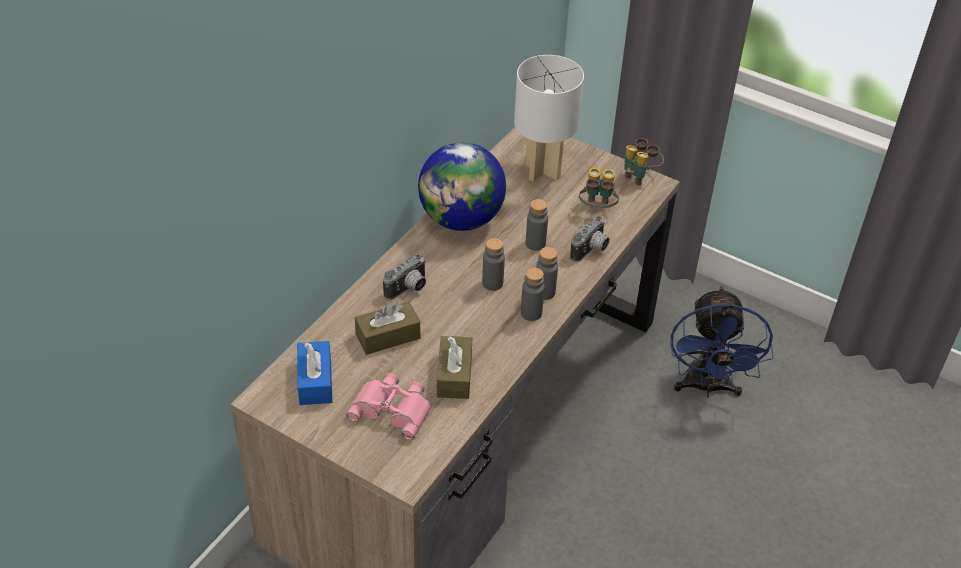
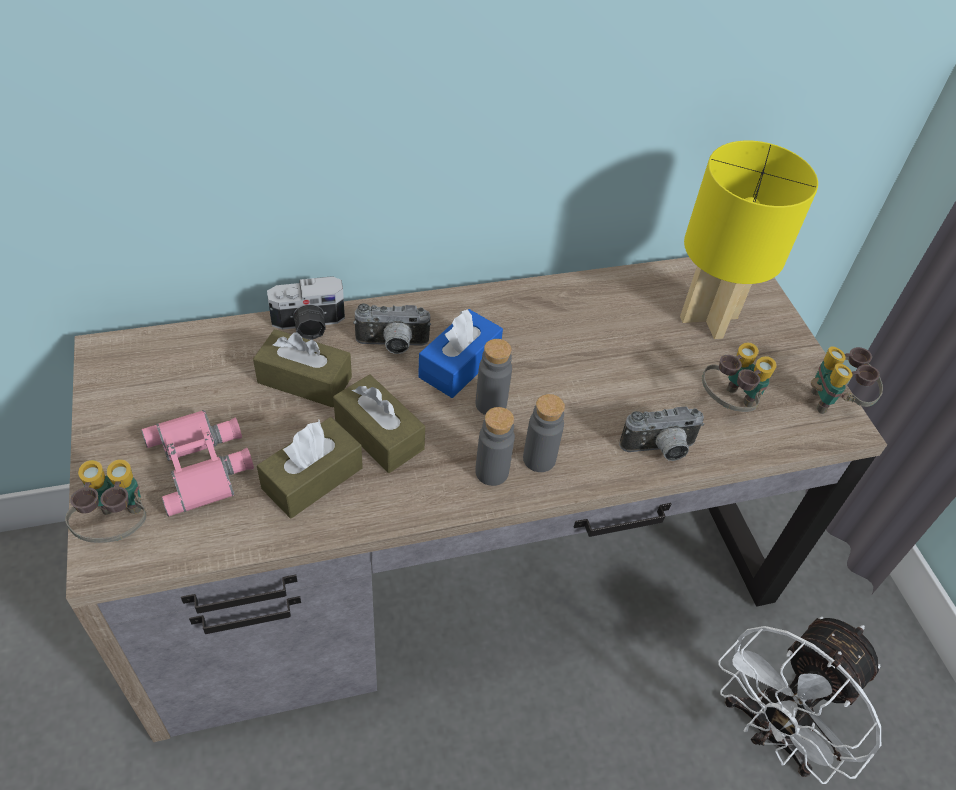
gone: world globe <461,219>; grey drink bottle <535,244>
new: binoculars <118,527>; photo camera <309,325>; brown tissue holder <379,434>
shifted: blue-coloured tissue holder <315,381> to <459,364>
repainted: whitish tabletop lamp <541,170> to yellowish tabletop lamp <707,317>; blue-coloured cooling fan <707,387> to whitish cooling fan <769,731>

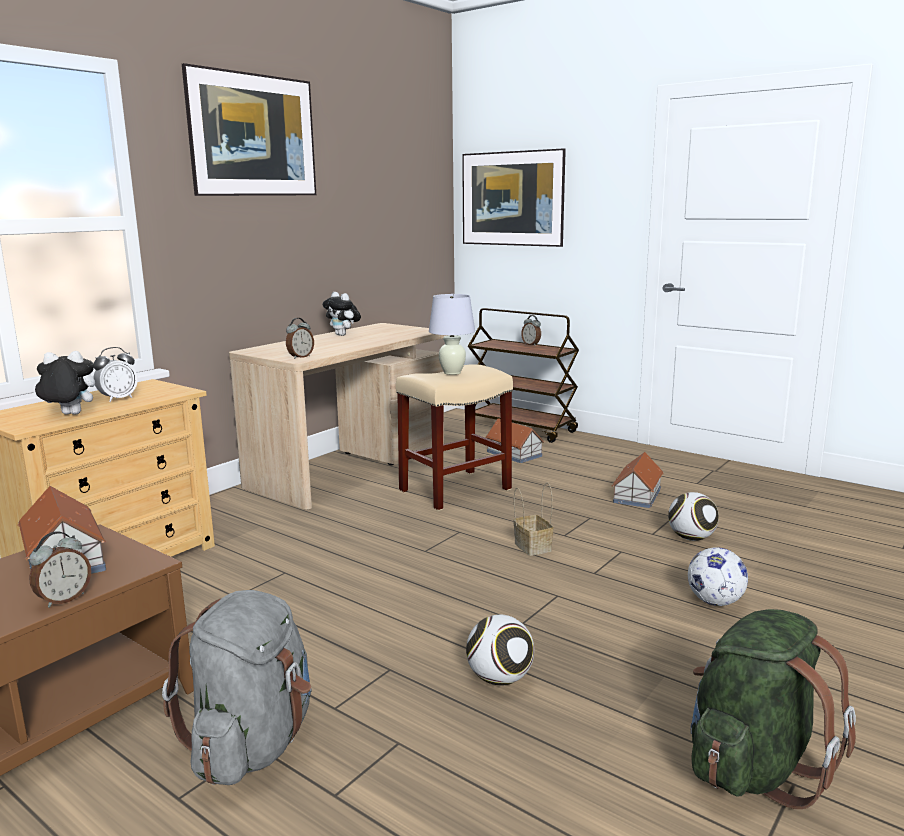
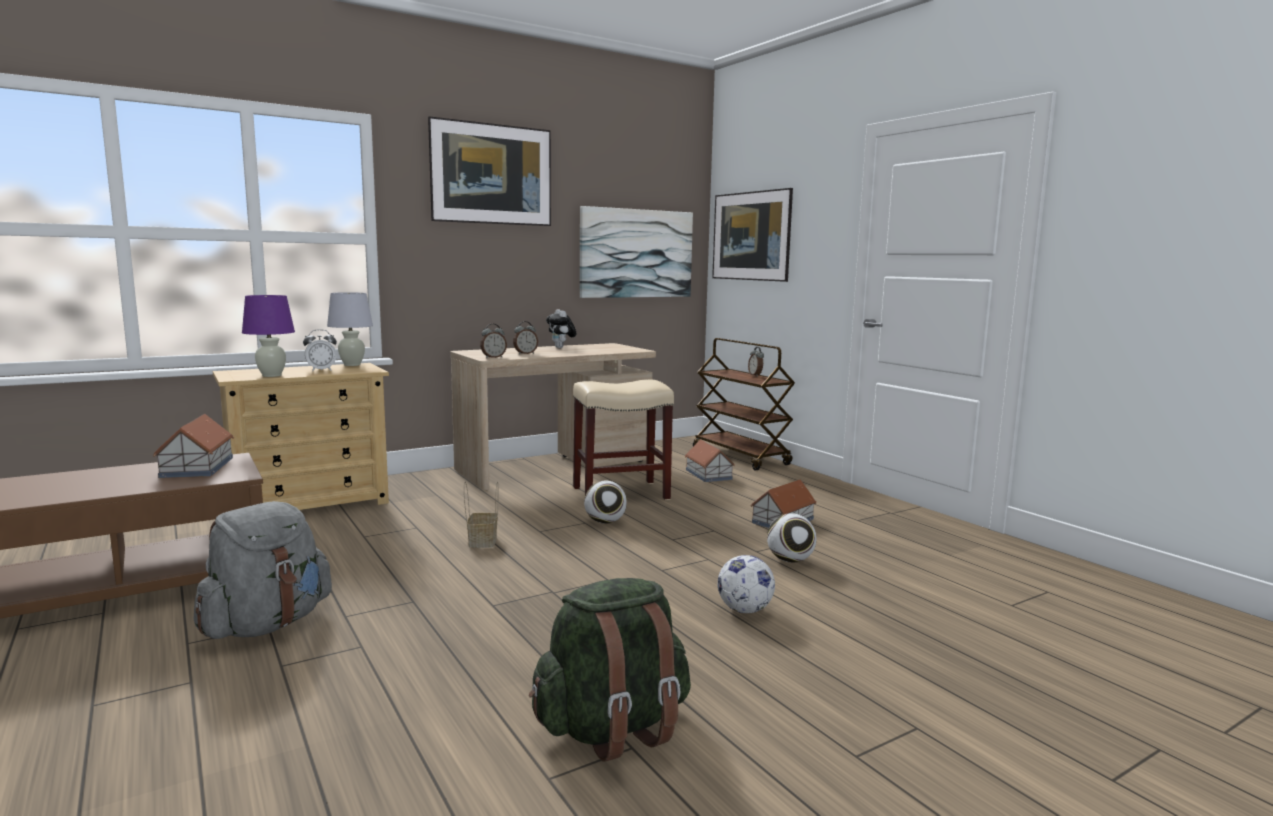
new: wall picture <636,253>
shifted: alarm clock <64,599> to <525,353>; whitish tabletop lamp <452,373> to <352,365>; football <500,679> to <605,522>; household basket <531,546> to <482,541>
swapped: cuddly toy <69,415> to purplish tabletop lamp <272,375>

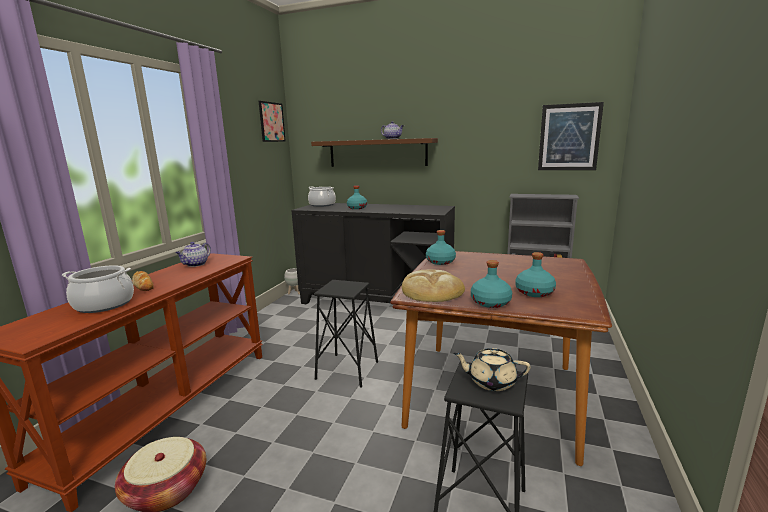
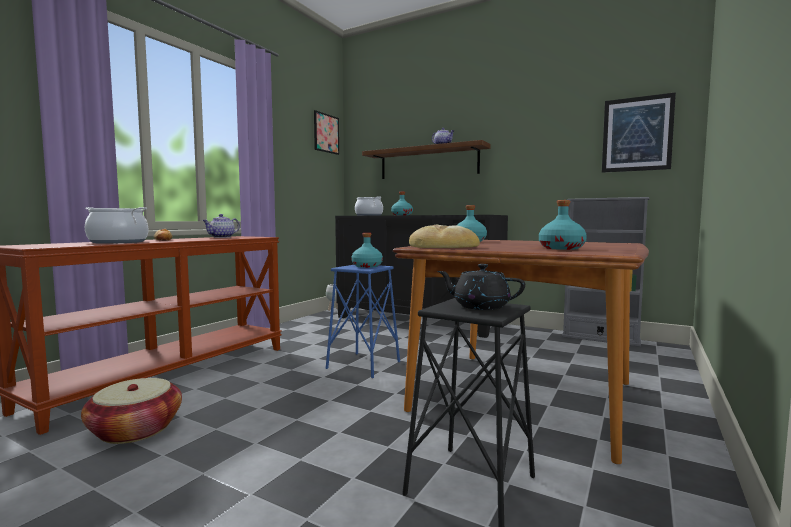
shifted: blue-green drink bottle <490,302> to <366,266>
repainted: black sitting stool <347,370> to blue-coloured sitting stool <363,365>; beige teapot <491,381> to black teapot <480,306>

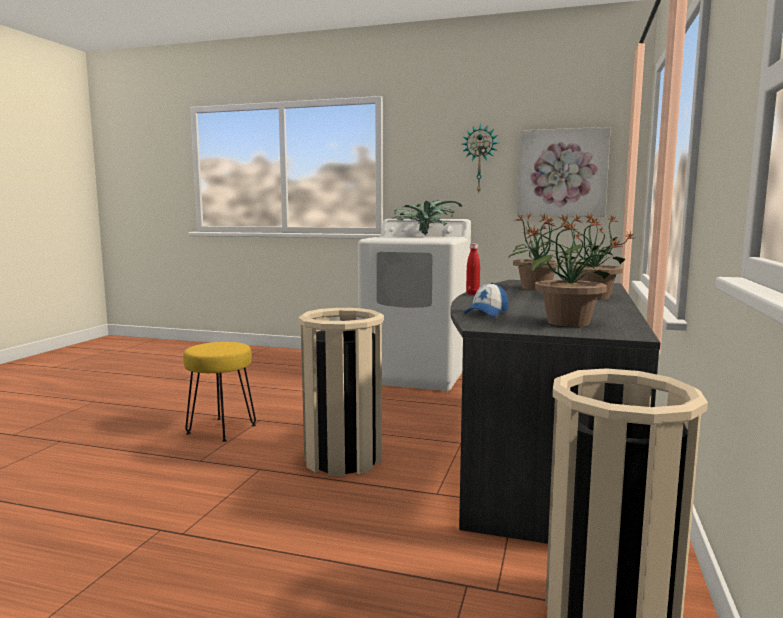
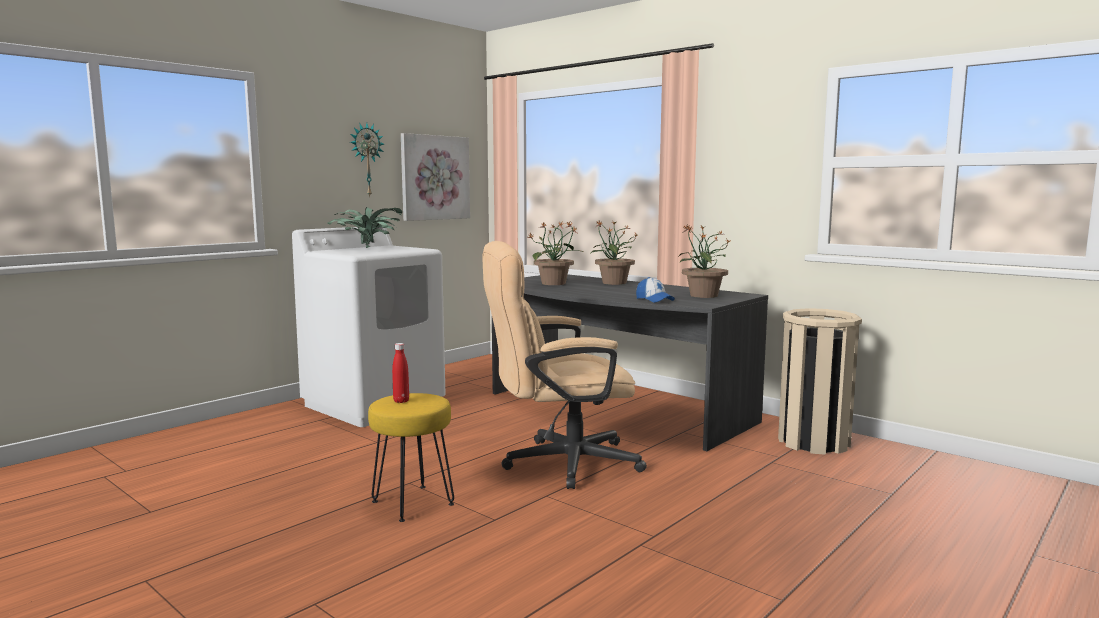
shifted: reddish drink bottle <472,293> to <401,401>
swapped: beige trash can <343,459> to beige computer chair <558,463>

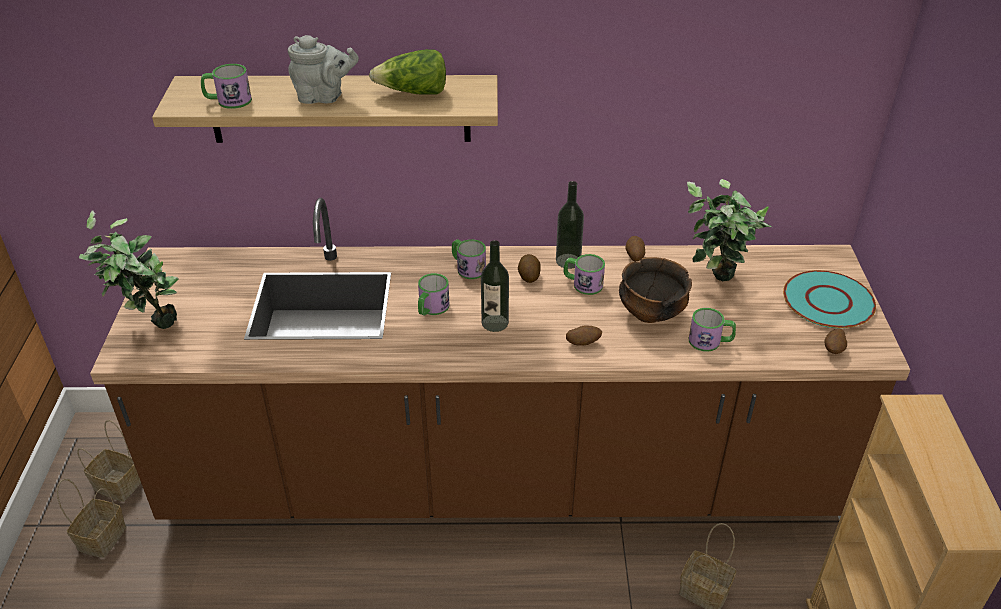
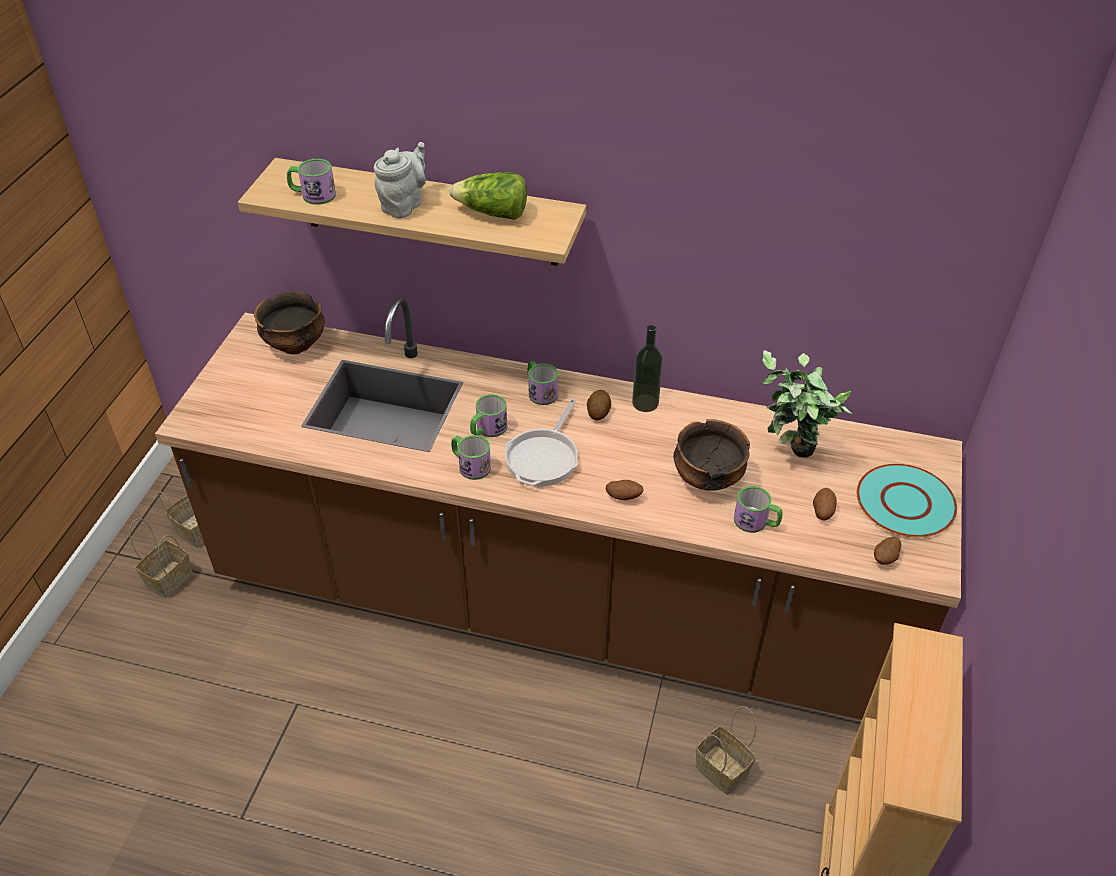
gone: houseplant <150,327>
new: bowl <295,344>
shifted: mug <582,284> to <470,465>; spud <634,256> to <822,511>
swapped: drink bottle <495,323> to pan <544,457>
rotated: grey teapot <324,97> = <404,205> 75 degrees counterclockwise

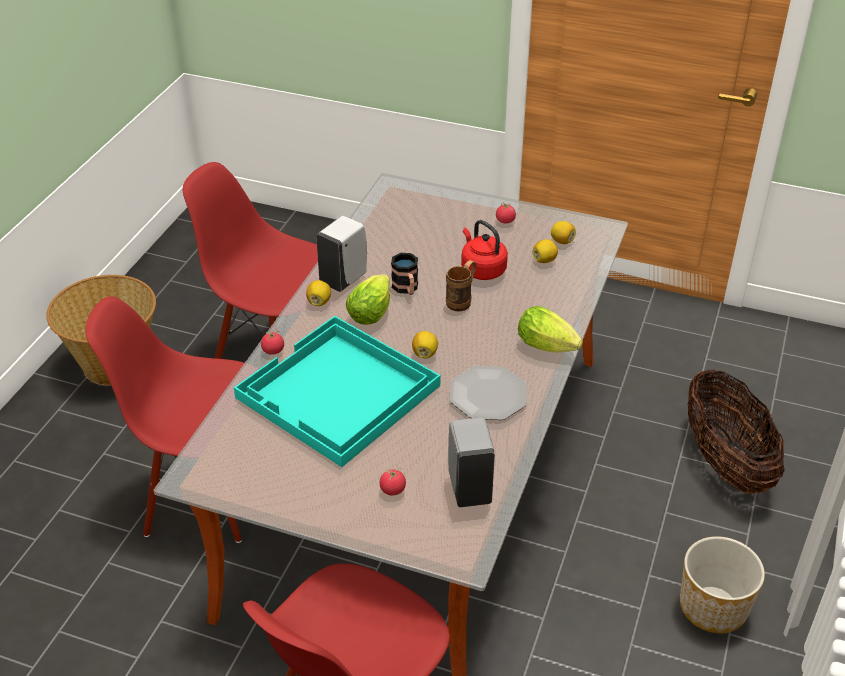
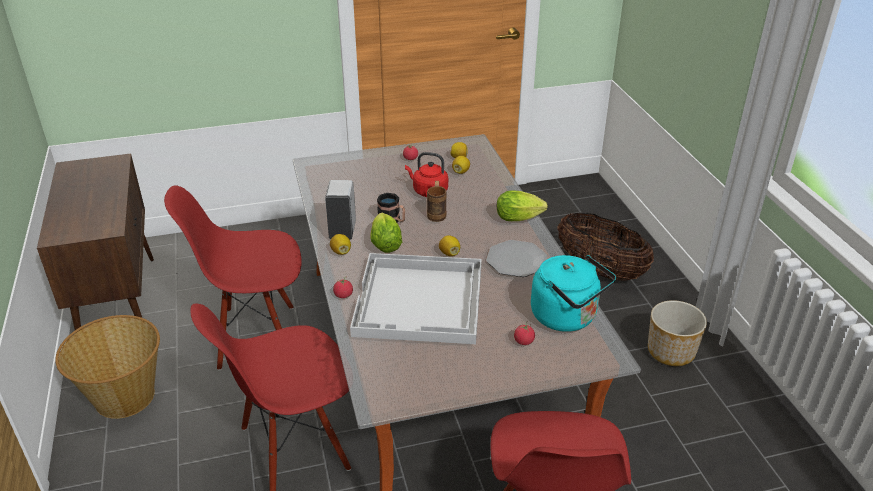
new: brown cabinet <120,304>
swapped: grey soap dispenser <469,487> to blue-green kettle <567,317>
repainted: blue-green serving tray <338,393> to whitish serving tray <420,301>

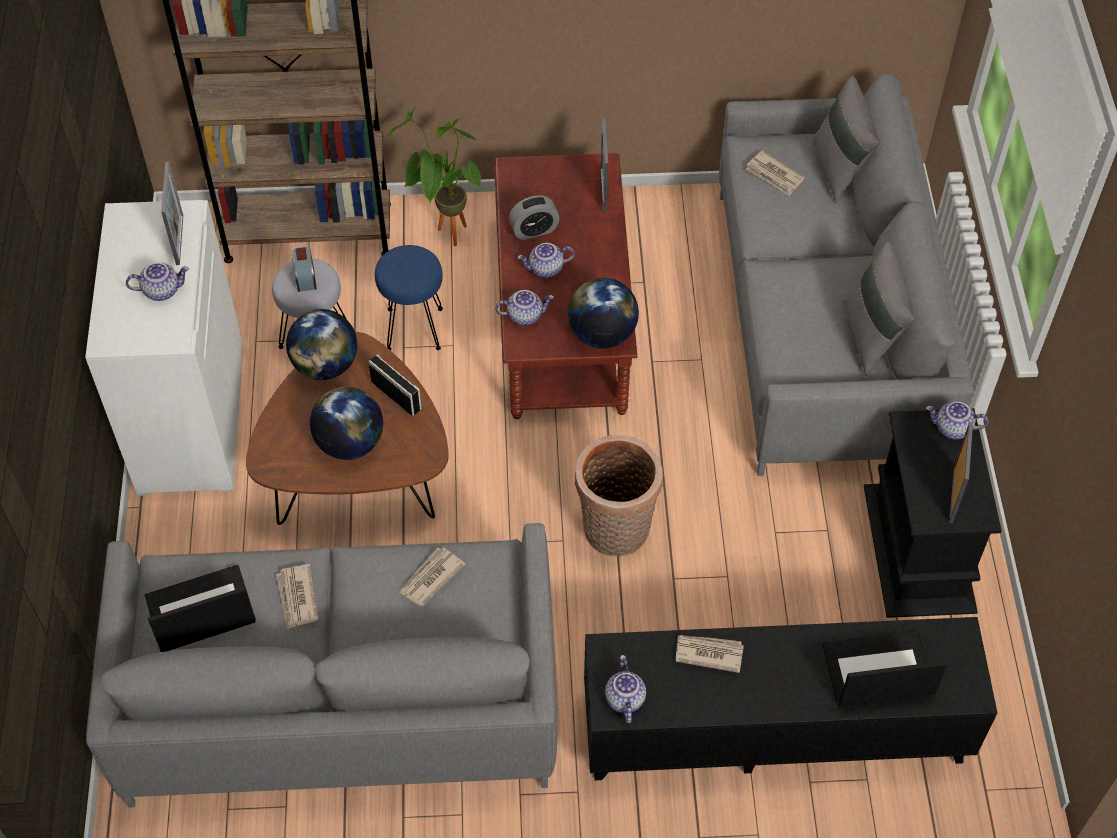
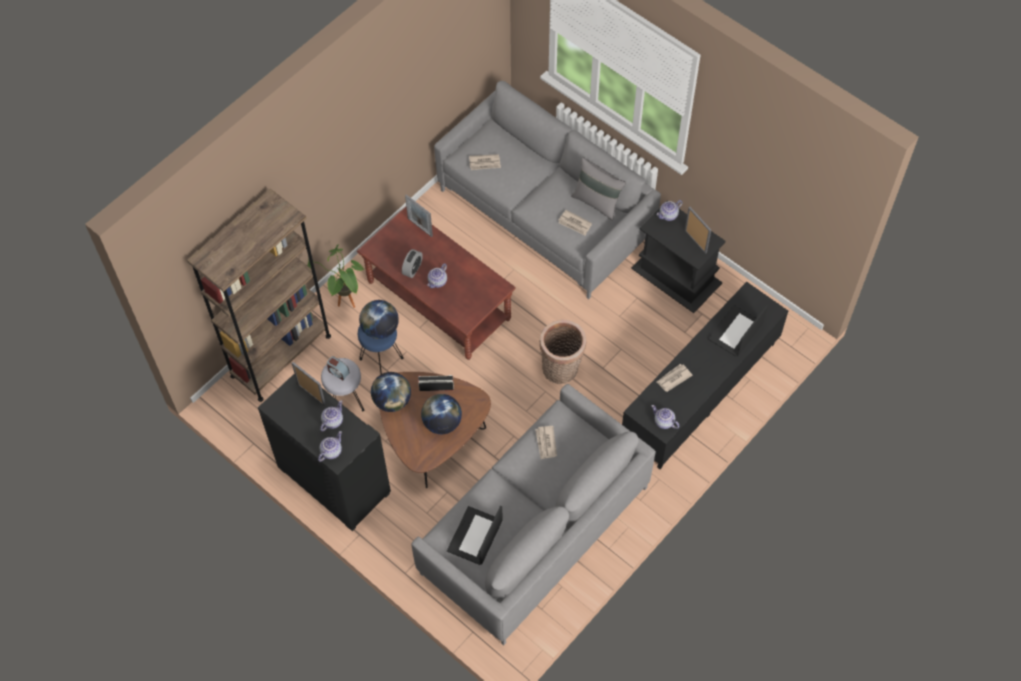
gone: grey pillow <840,168>
shifted: printed paper <297,598> to <574,224>; teapot <525,315> to <331,451>; world globe <602,334> to <380,329>
repainted: whitish cabinet <190,418> to black cabinet <332,480>

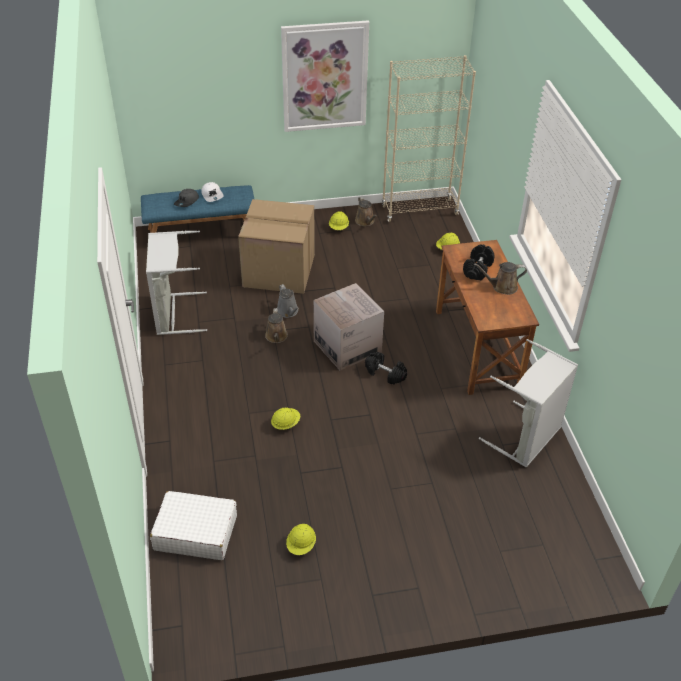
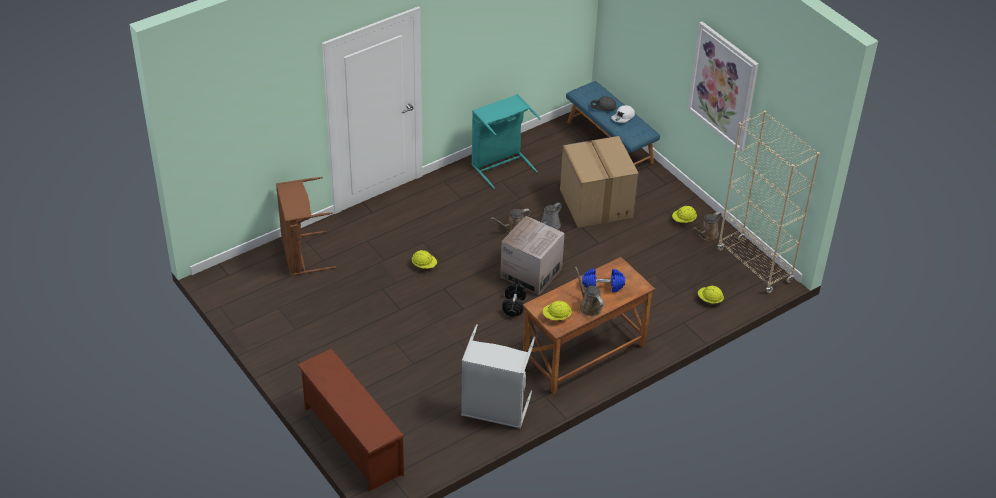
new: brown shoe rack <351,440>
shifted: yellowish hard hat <301,545> to <556,317>
swapped: whitish suitcase <195,532> to brown laundry basket <301,255>
repainted: grey laundry basket <174,314> to blue-green laundry basket <501,165>; black hand weight <477,269> to blue-coloured hand weight <603,286>

